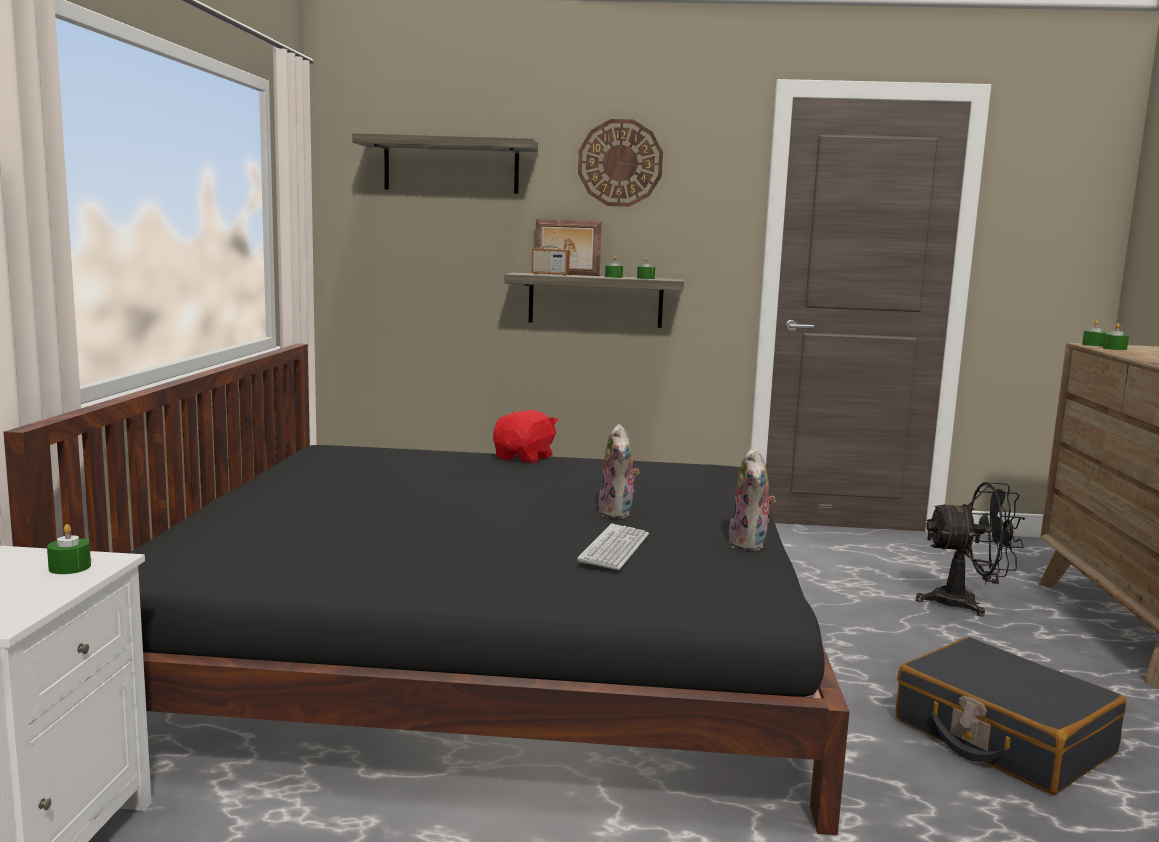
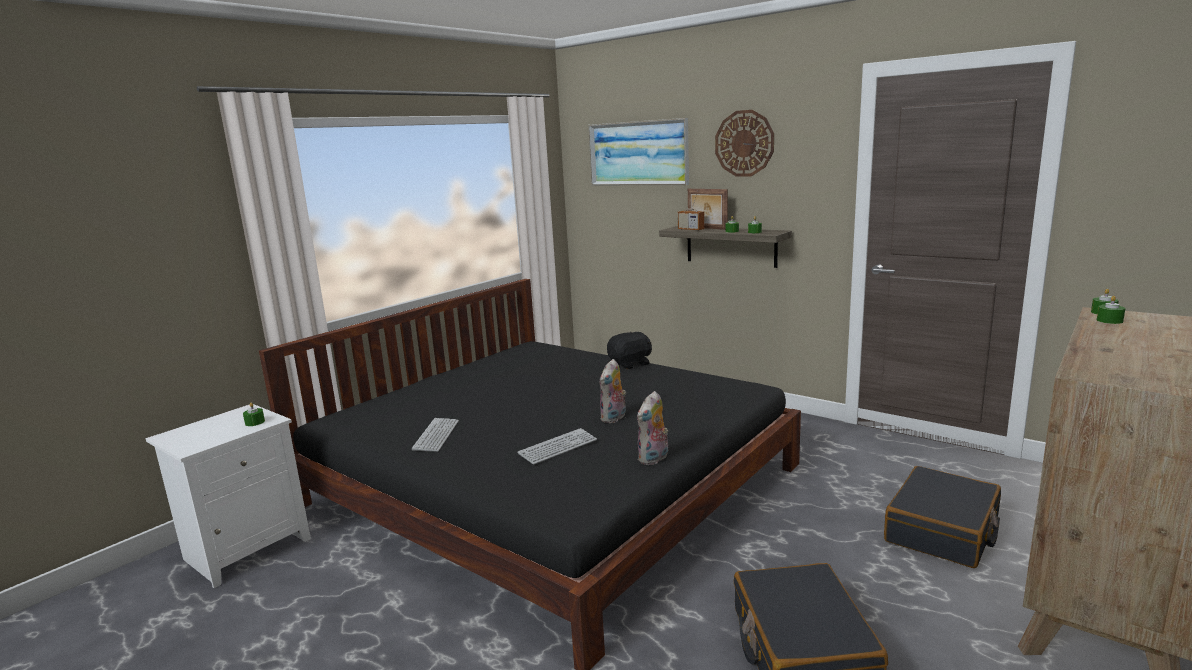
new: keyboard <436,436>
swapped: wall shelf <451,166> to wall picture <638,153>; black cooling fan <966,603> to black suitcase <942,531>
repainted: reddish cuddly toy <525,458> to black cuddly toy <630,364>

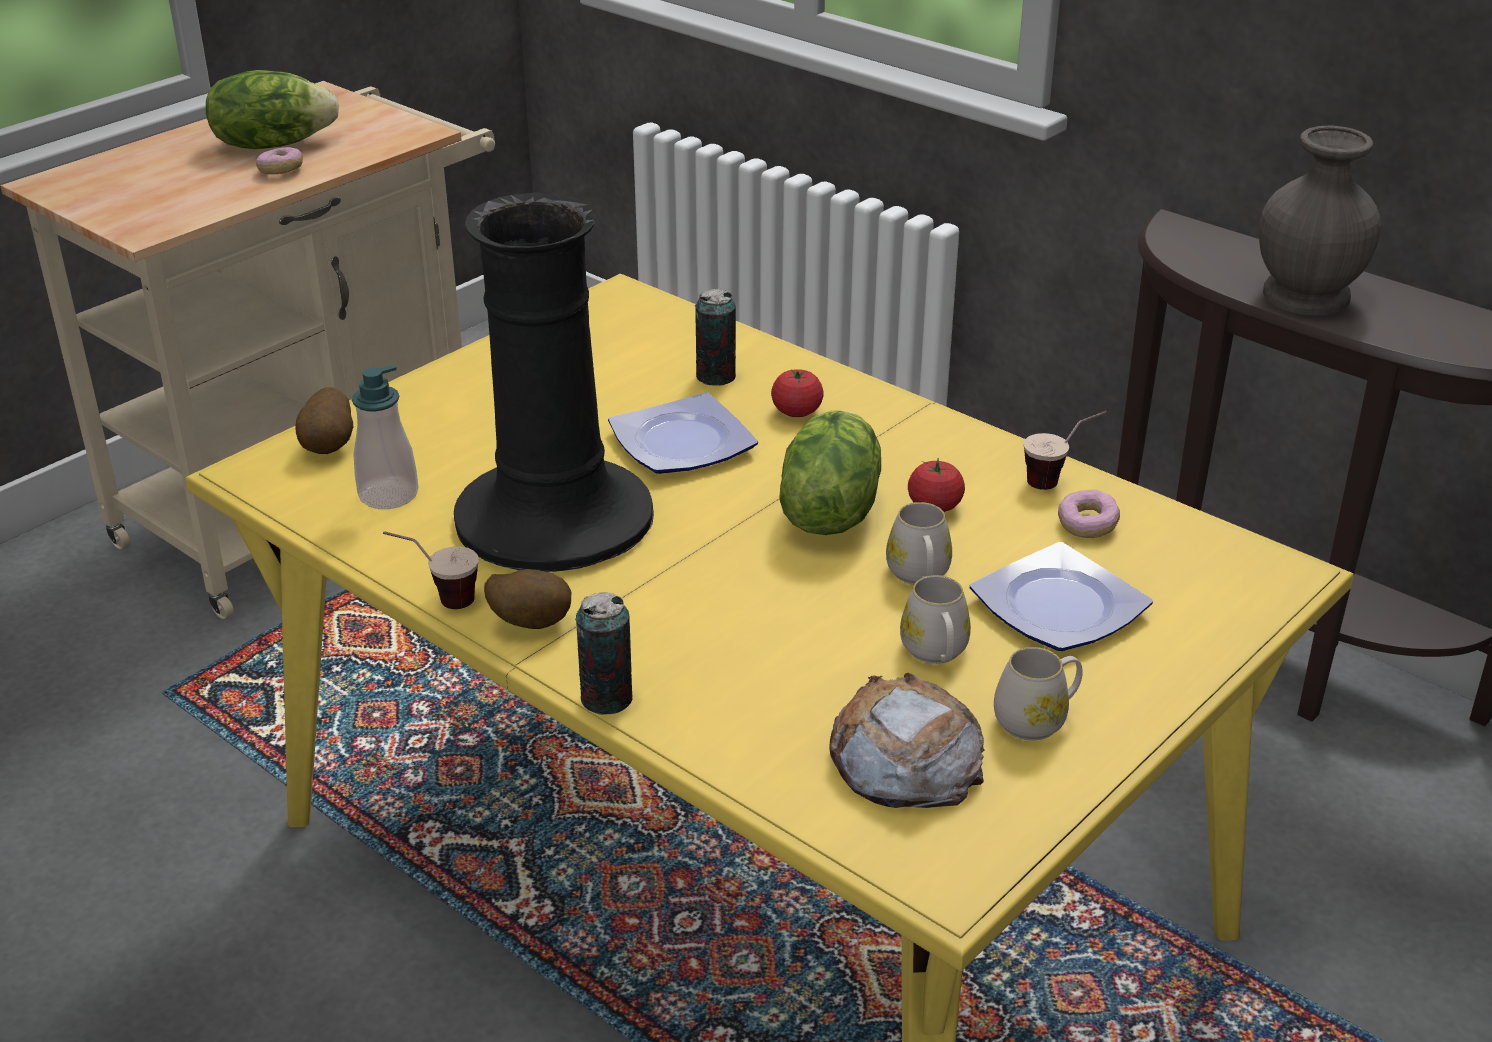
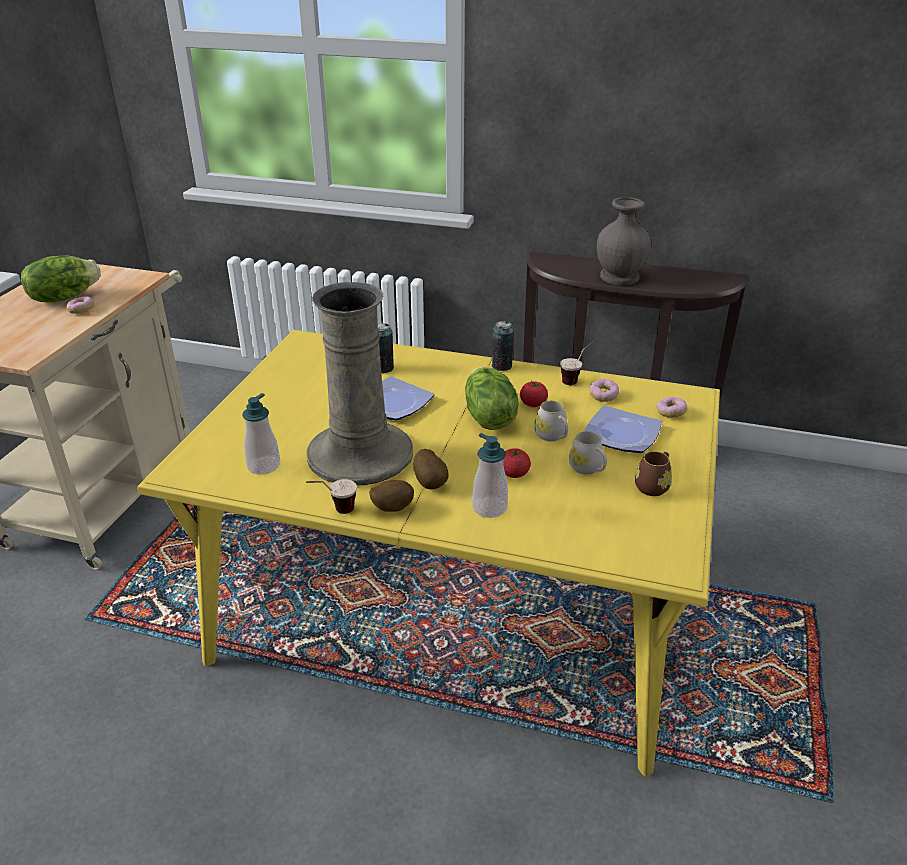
gone: baked bread <904,758>
new: soap dispenser <489,508>; ring doughnut <671,413>
shifted: spud <330,447> to <431,483>; can <607,699> to <502,366>; whole tomato <797,412> to <514,473>
repainted: black vase <555,517> to beige vase <360,454>; whitish mug <1037,719> to brown mug <653,485>

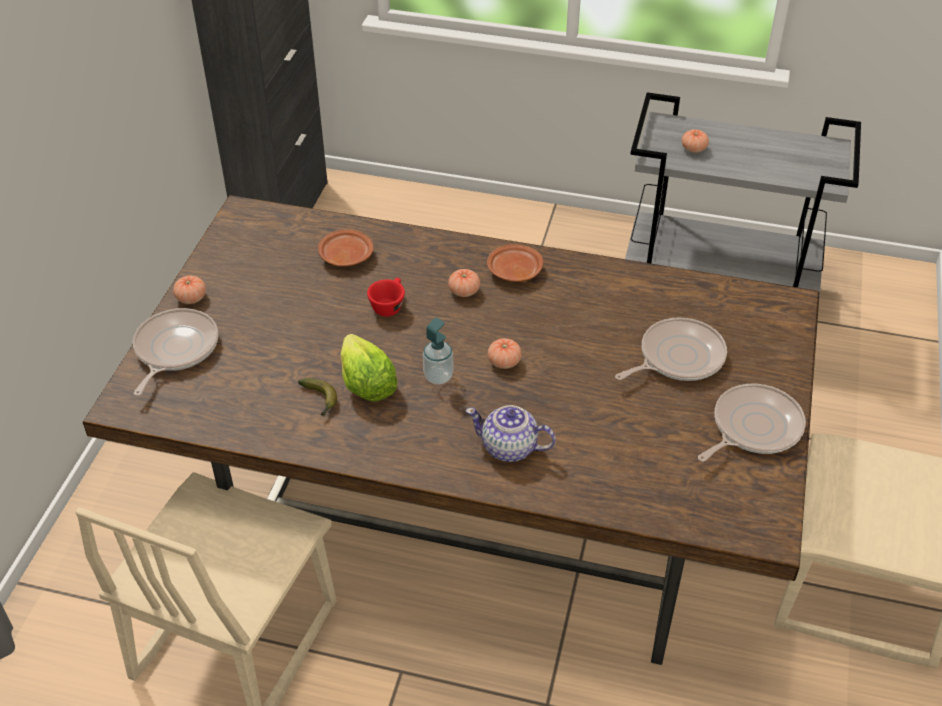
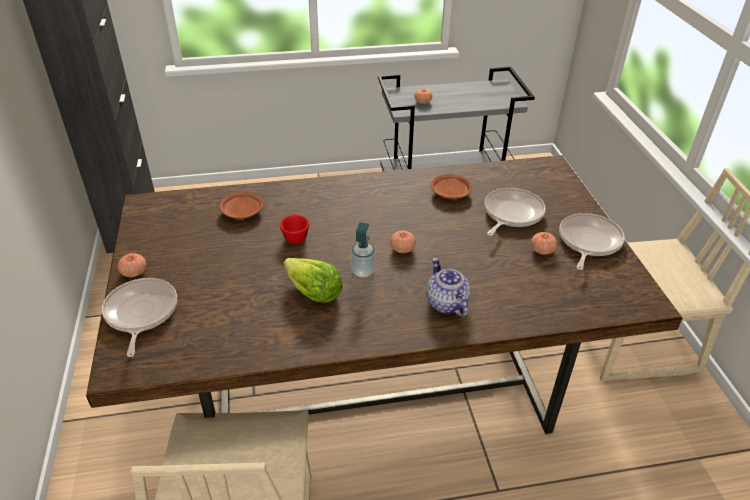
gone: banana <320,400>
shifted: whole tomato <464,291> to <542,250>; brown flat dish <514,271> to <450,193>
rotated: teapot <510,448> = <446,303> 75 degrees clockwise

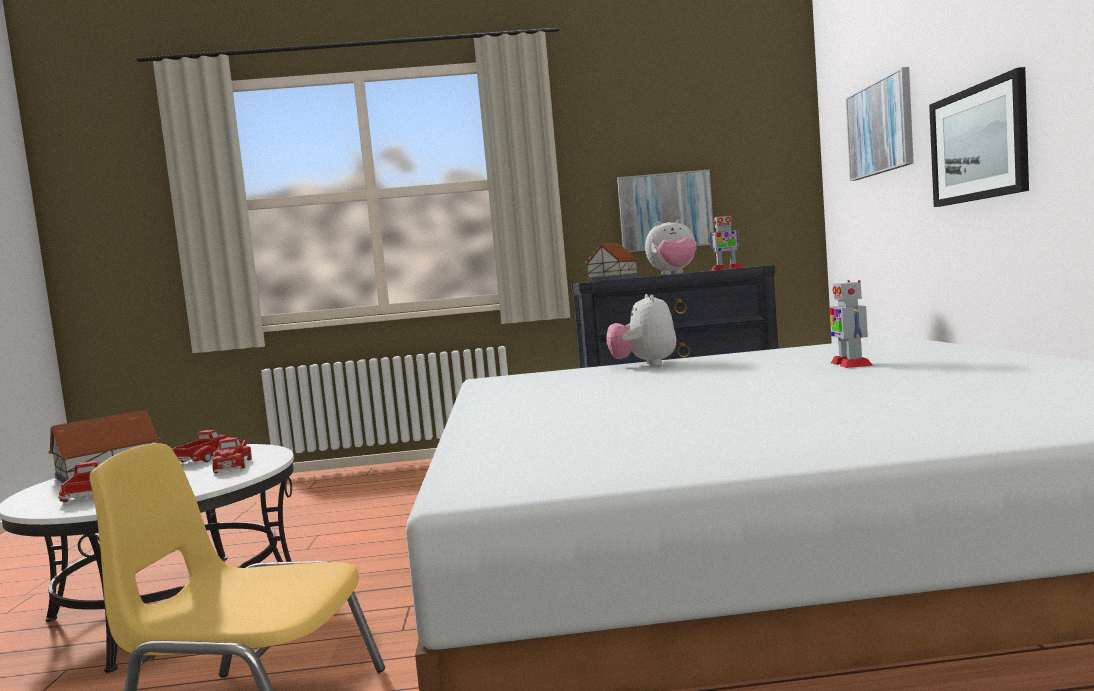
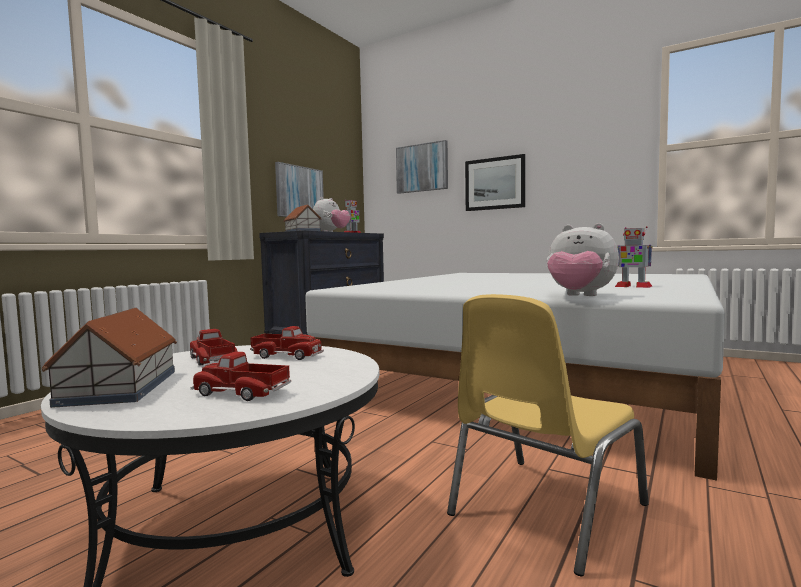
shifted: cuddly toy <644,365> to <579,296>; model robot <850,364> to <633,286>

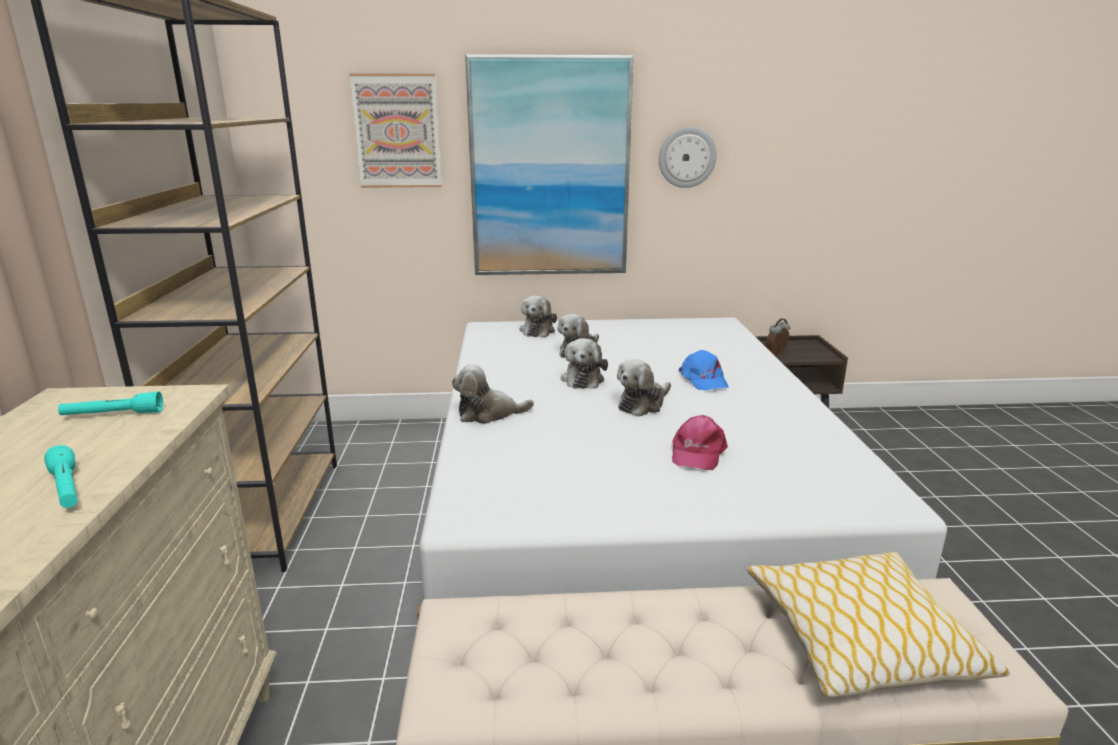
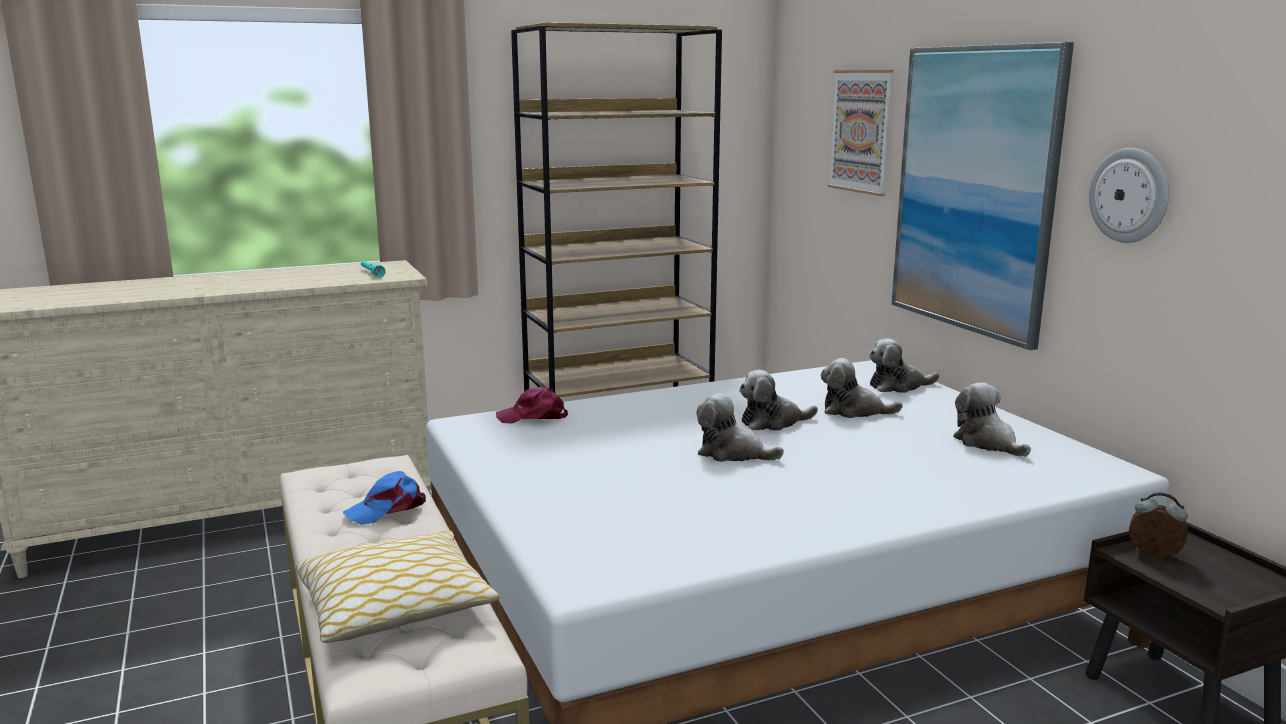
gone: blue-green hand torch <67,489>
shifted: cuddly toy <488,414> to <987,443>; pink cap <697,452> to <533,416>; blue-coloured cap <703,380> to <387,509>

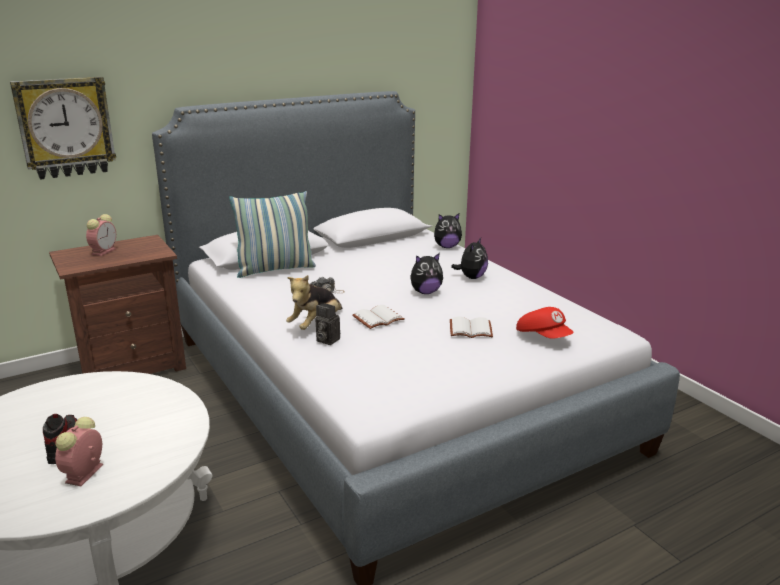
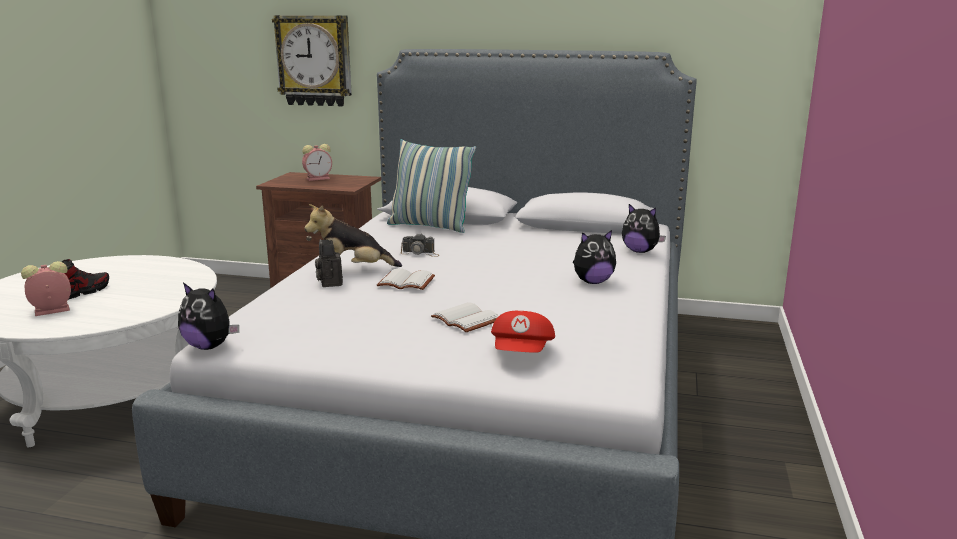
shifted: cuddly toy <425,292> to <209,346>

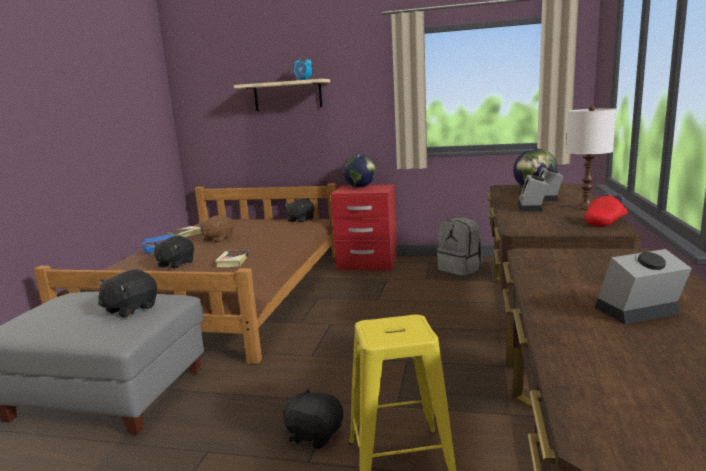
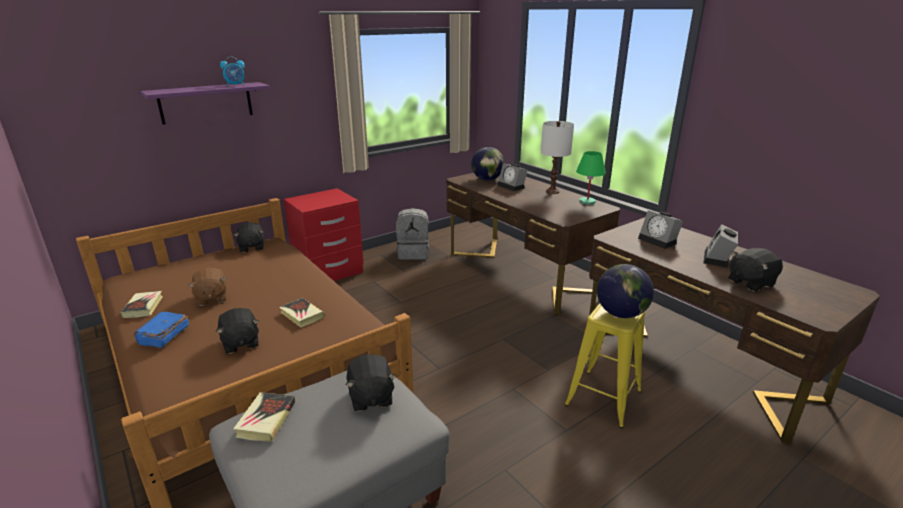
new: book <266,419>
shifted: black cuddly toy <314,434> to <750,282>; world globe <360,187> to <621,314>; alarm clock <532,208> to <659,241>
swapped: reddish cap <605,222> to greenish tabletop lamp <587,202>
repainted: beige wall shelf <287,95> to purplish wall shelf <206,103>

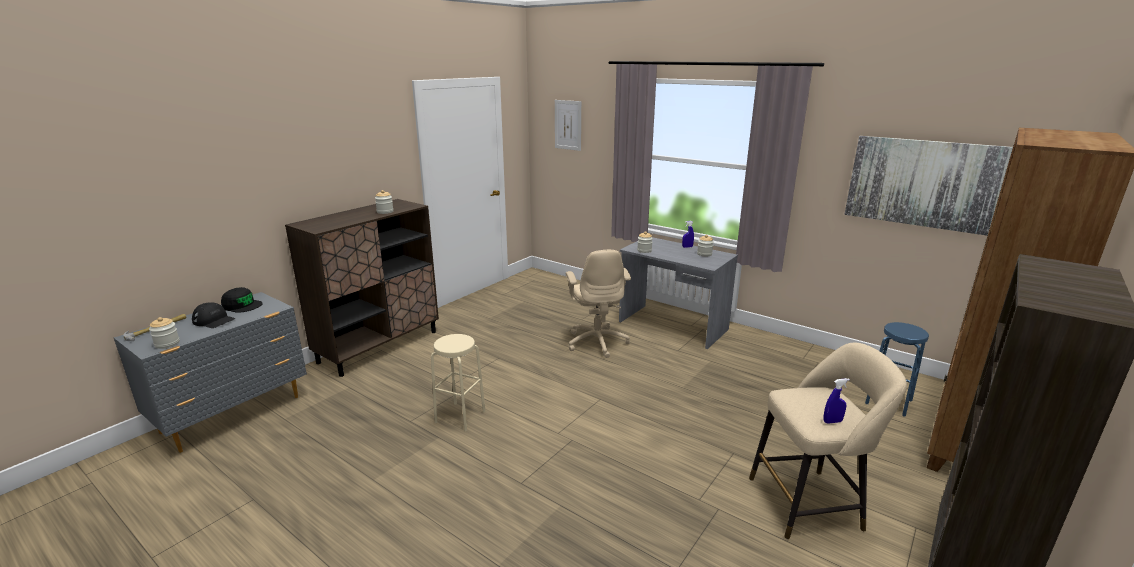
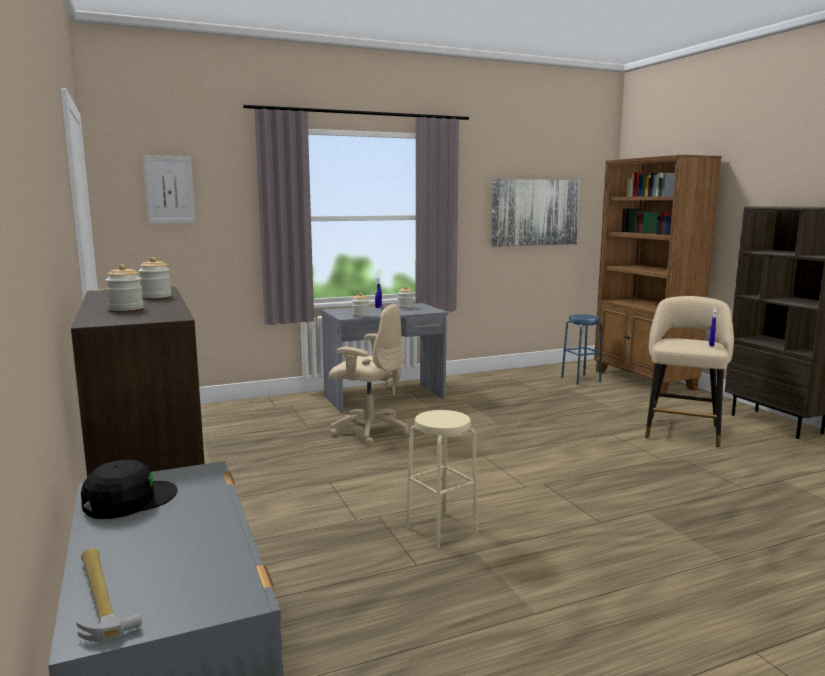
gone: black cap <214,320>
shifted: preserve jar <167,344> to <126,308>

